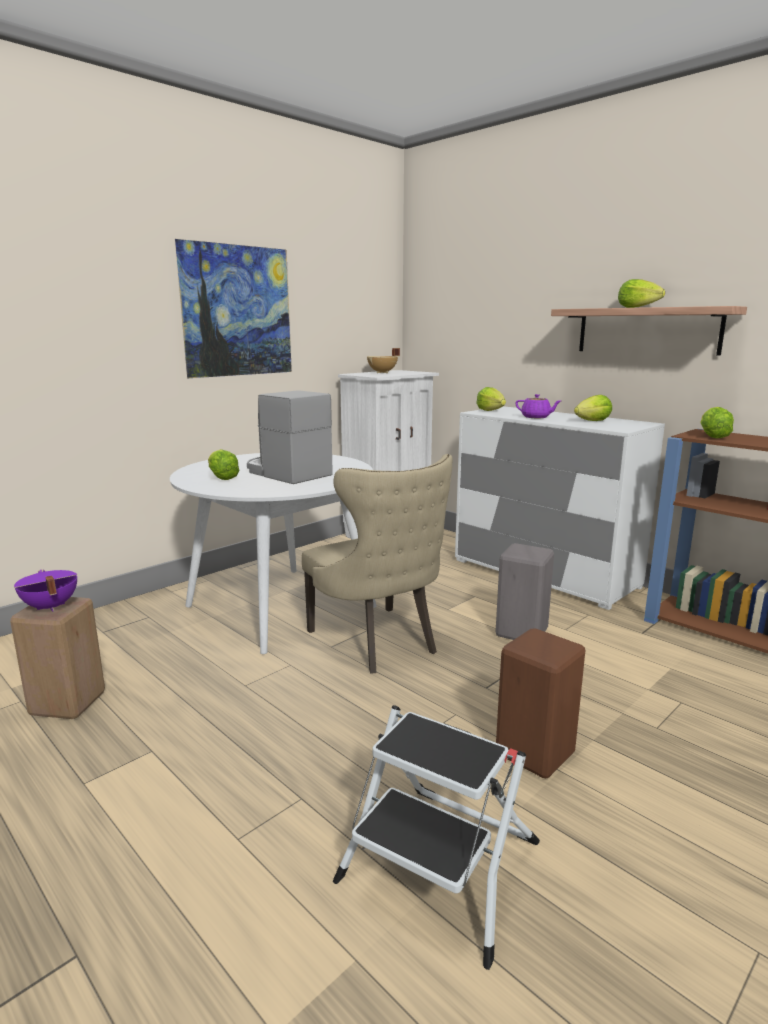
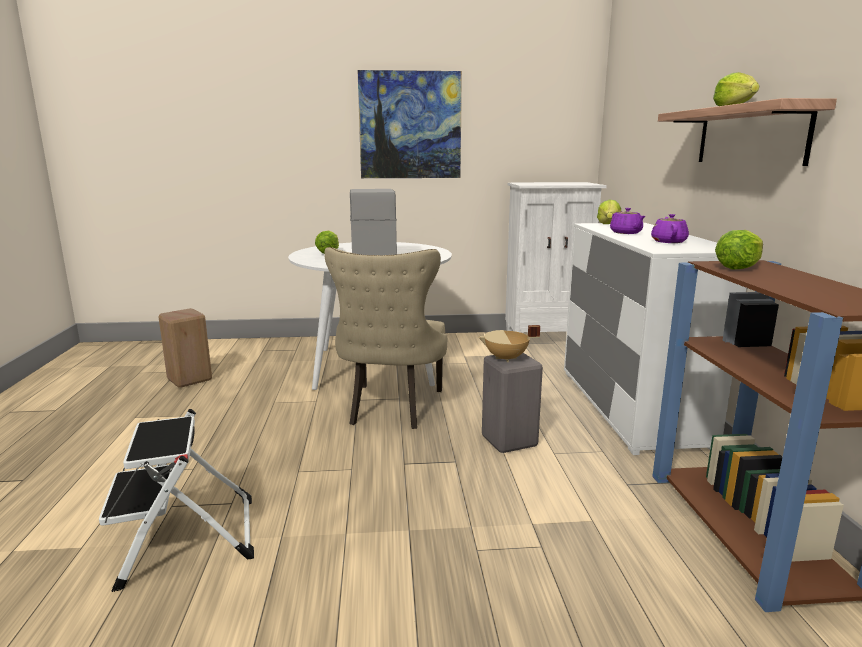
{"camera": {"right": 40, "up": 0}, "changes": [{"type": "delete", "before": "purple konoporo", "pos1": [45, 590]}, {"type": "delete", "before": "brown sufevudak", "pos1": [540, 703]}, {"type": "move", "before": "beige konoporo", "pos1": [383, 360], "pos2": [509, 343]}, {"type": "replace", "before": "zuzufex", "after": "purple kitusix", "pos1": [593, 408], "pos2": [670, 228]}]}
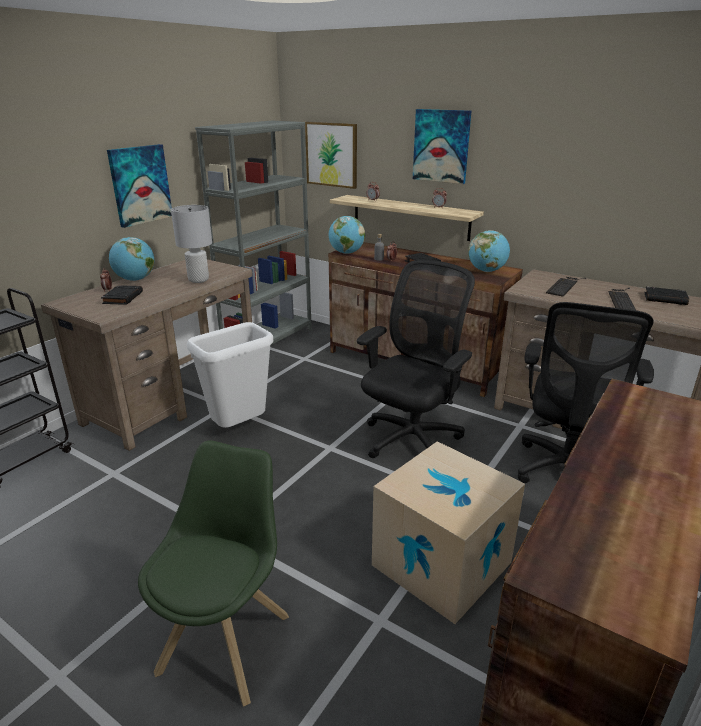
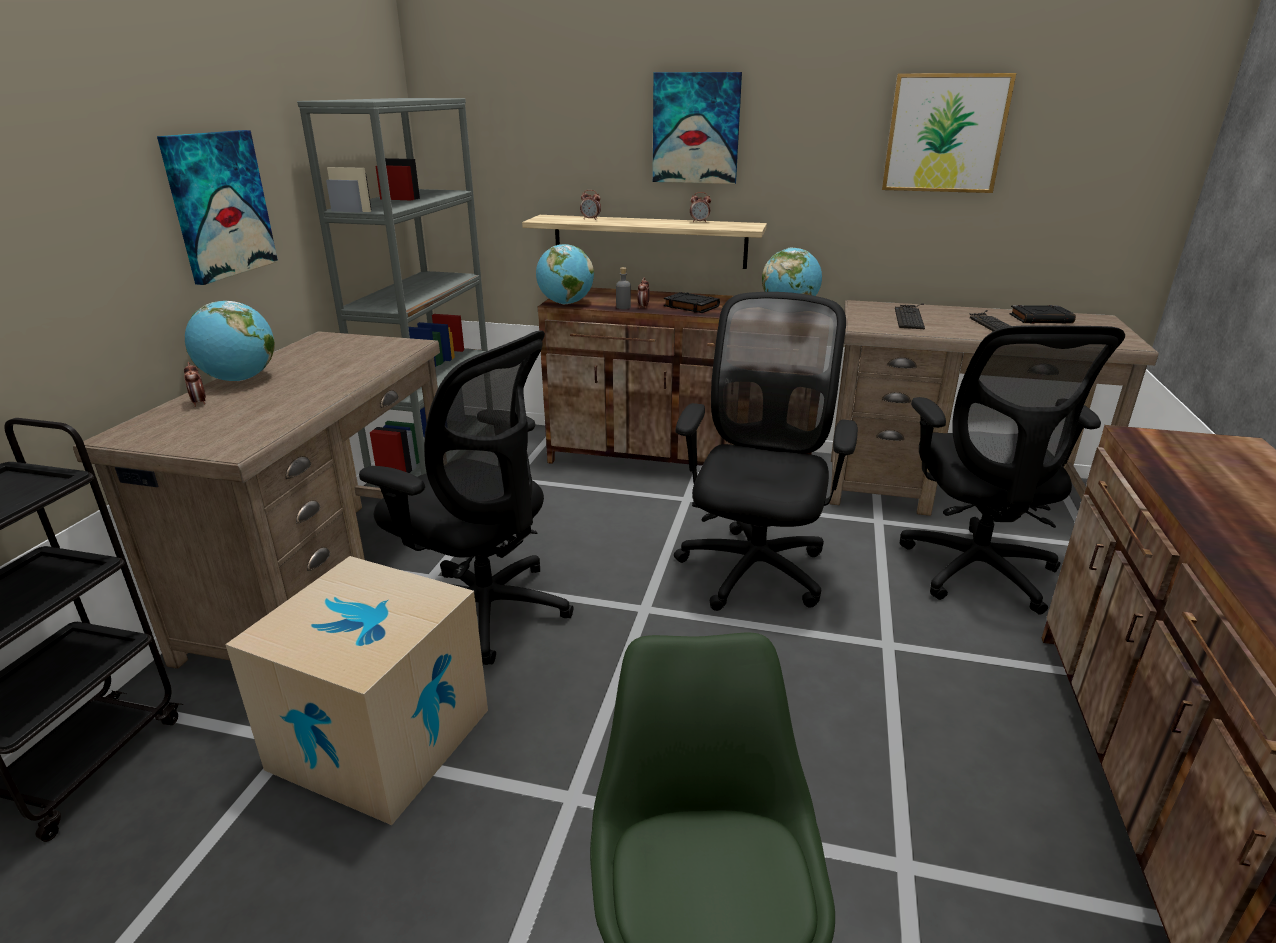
{"camera": {"right": -20, "up": 0}, "changes": [{"type": "delete", "before": "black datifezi", "pos1": [122, 295]}, {"type": "delete", "before": "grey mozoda", "pos1": [191, 244]}, {"type": "move", "before": "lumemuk", "pos1": [331, 155], "pos2": [949, 133]}, {"type": "move", "before": "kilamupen", "pos1": [448, 532], "pos2": [356, 690]}, {"type": "replace", "before": "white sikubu", "after": "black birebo", "pos1": [230, 375], "pos2": [466, 498]}]}
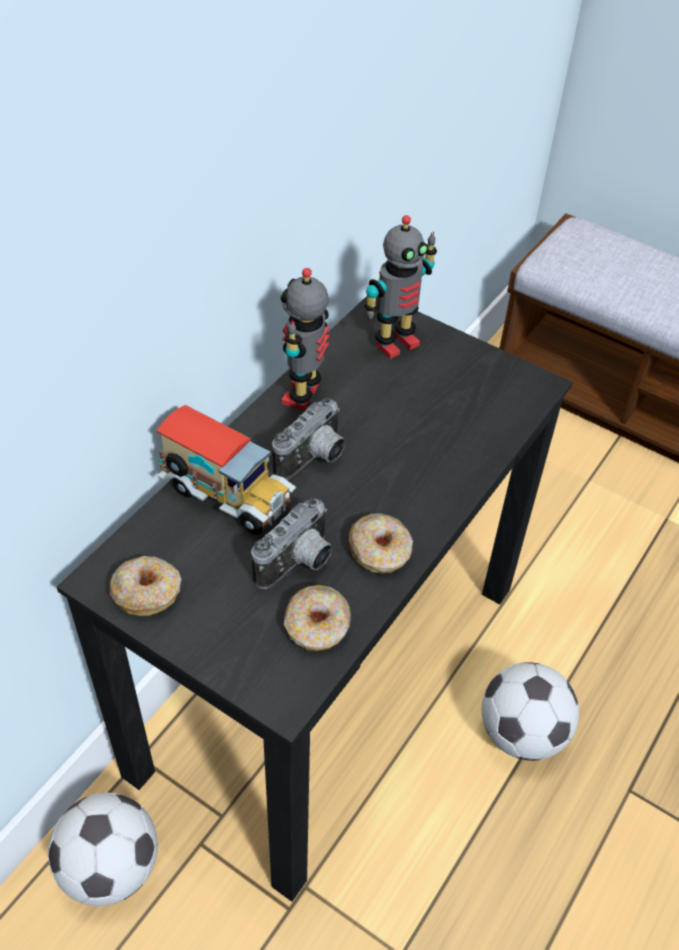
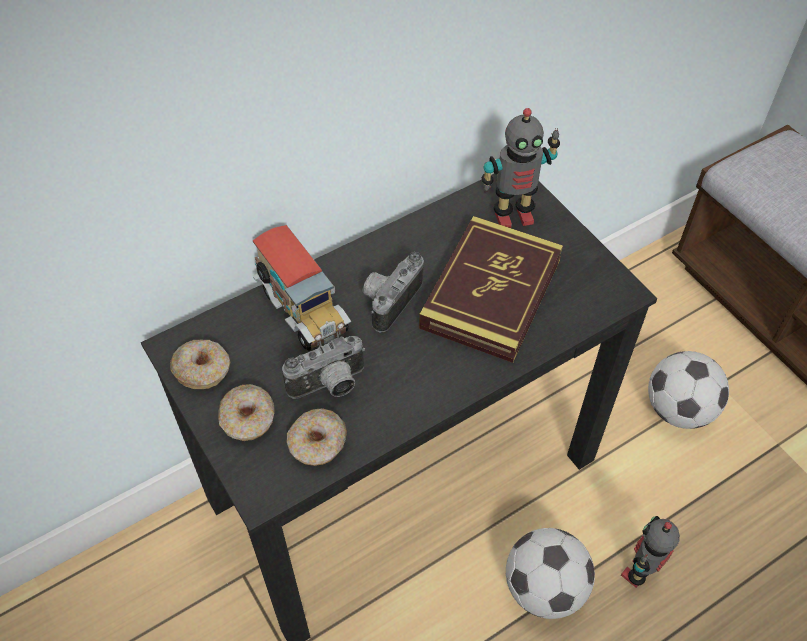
{"camera": {"right": 25, "up": 5}, "changes": [{"type": "insert", "after": "datifezi", "pos2": [491, 289]}, {"type": "move", "before": "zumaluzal", "pos1": [103, 849], "pos2": [688, 390]}, {"type": "move", "before": "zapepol", "pos1": [305, 339], "pos2": [650, 552]}, {"type": "move", "before": "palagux", "pos1": [381, 543], "pos2": [246, 412]}, {"type": "rotate", "before": "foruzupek", "pos1": [308, 439], "pos2": [393, 292], "turn": 150}]}
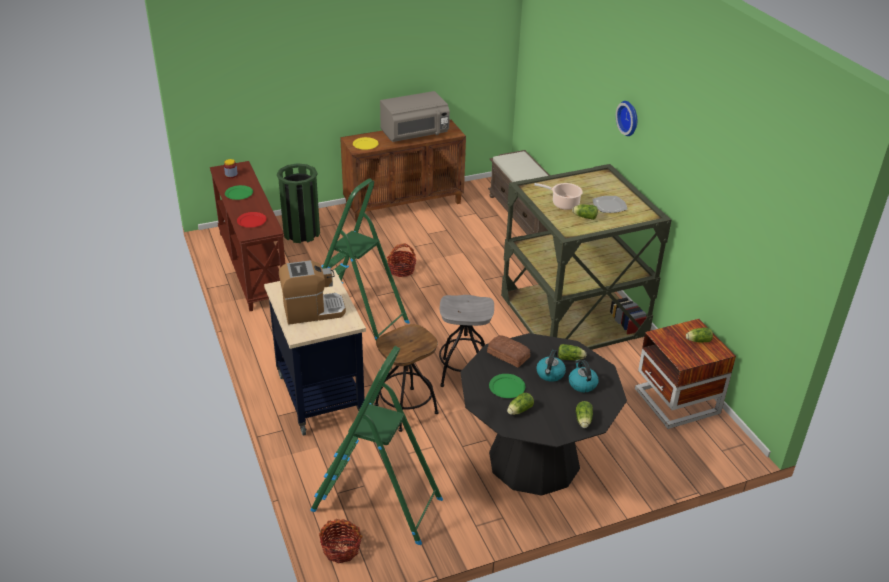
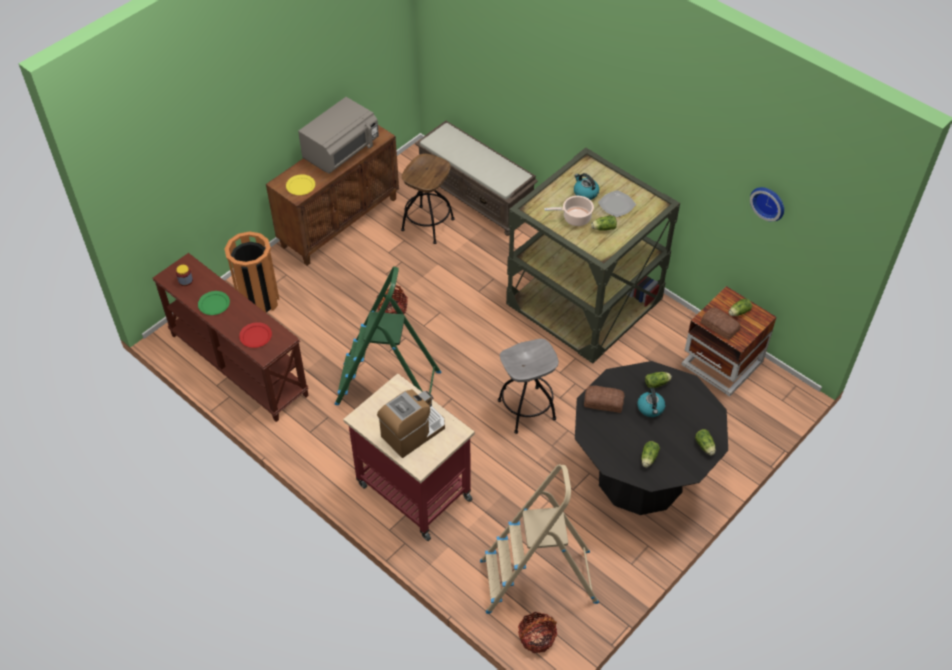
{"camera": {"right": -25, "up": 15}, "changes": [{"type": "delete", "before": "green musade", "pos1": [507, 386]}, {"type": "insert", "after": "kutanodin", "pos2": [720, 323]}, {"type": "move", "before": "brown sufevudak", "pos1": [407, 378], "pos2": [428, 199]}, {"type": "move", "before": "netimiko", "pos1": [583, 376], "pos2": [586, 186]}, {"type": "move", "before": "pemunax", "pos1": [626, 118], "pos2": [767, 204]}, {"type": "recolor", "before": "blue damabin", "after": "red damabin", "pos1": [315, 353], "pos2": [409, 457]}, {"type": "recolor", "before": "green sikubu", "after": "orange sikubu", "pos1": [298, 203], "pos2": [251, 272]}, {"type": "recolor", "before": "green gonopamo", "after": "beige gonopamo", "pos1": [376, 445], "pos2": [539, 539]}]}
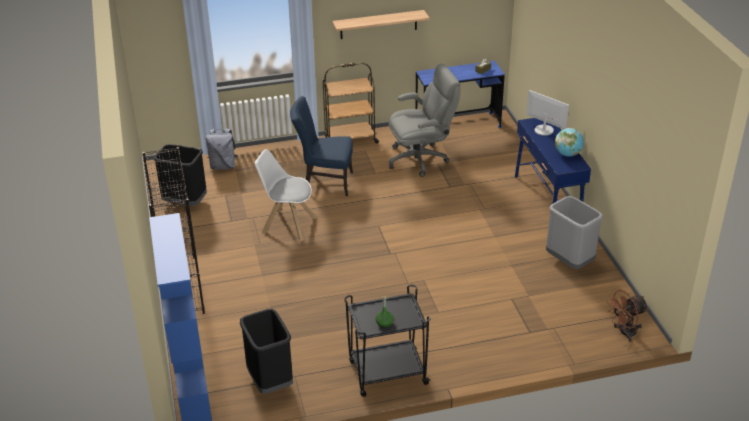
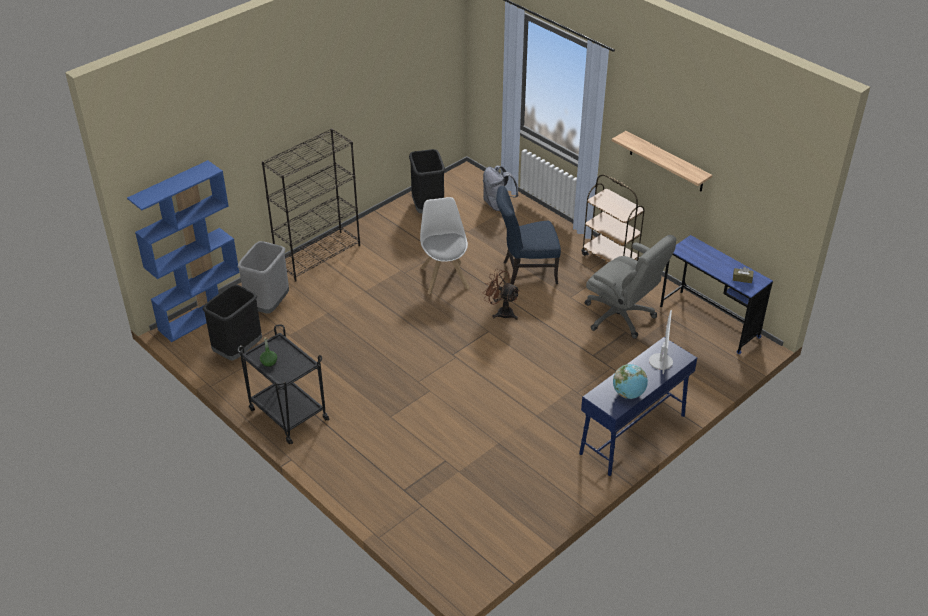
{"camera": {"right": 60, "up": 5}, "changes": [{"type": "move", "before": "grey sikubu", "pos1": [574, 232], "pos2": [263, 277]}, {"type": "move", "before": "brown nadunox", "pos1": [627, 316], "pos2": [501, 294]}, {"type": "rotate", "before": "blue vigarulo", "pos1": [321, 146], "pos2": [528, 235], "turn": -75}]}
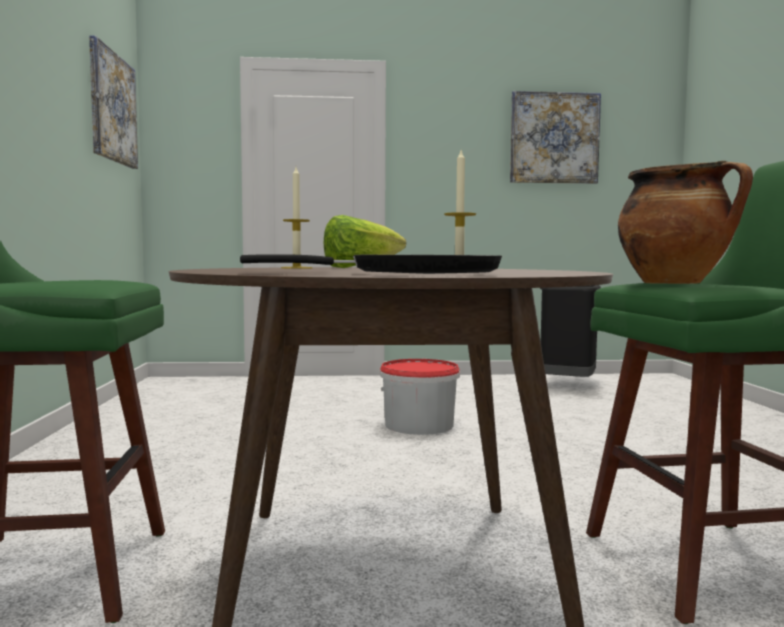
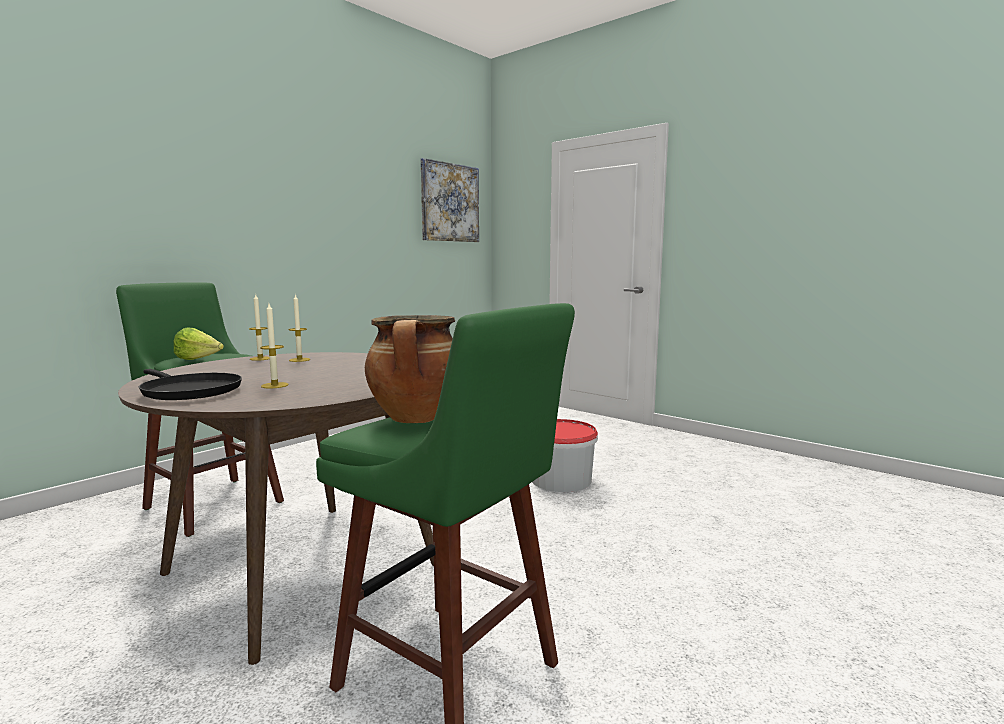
{"camera": {"right": 45, "up": 5}, "changes": [{"type": "delete", "before": "lumemuk", "pos1": [555, 137]}, {"type": "delete", "before": "black sikubu", "pos1": [570, 331]}, {"type": "insert", "after": "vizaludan", "pos2": [259, 327]}, {"type": "move", "before": "zuzufex", "pos1": [365, 241], "pos2": [199, 343]}]}
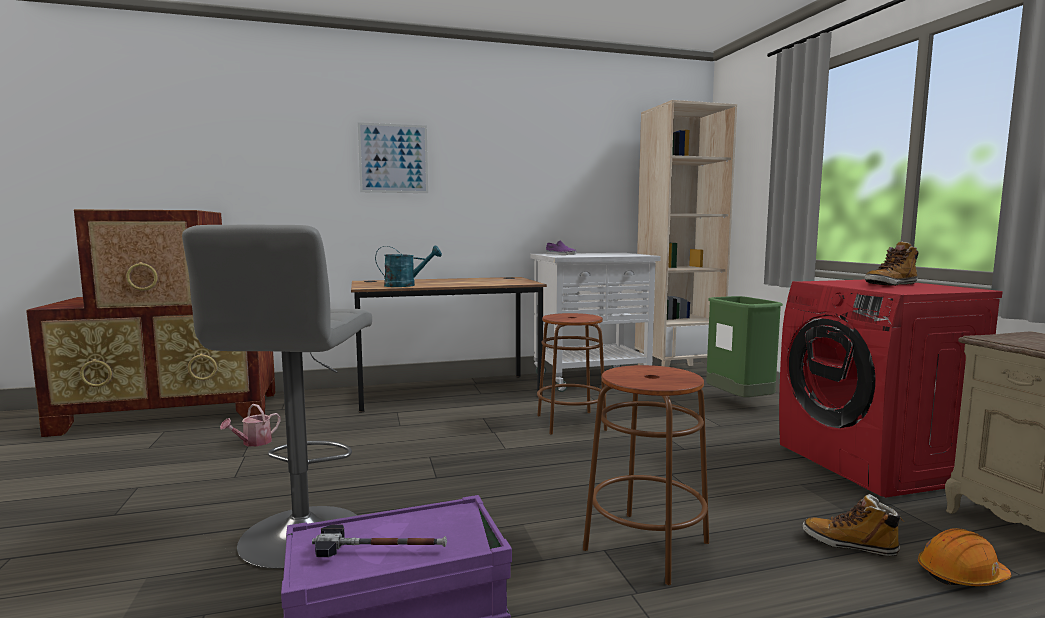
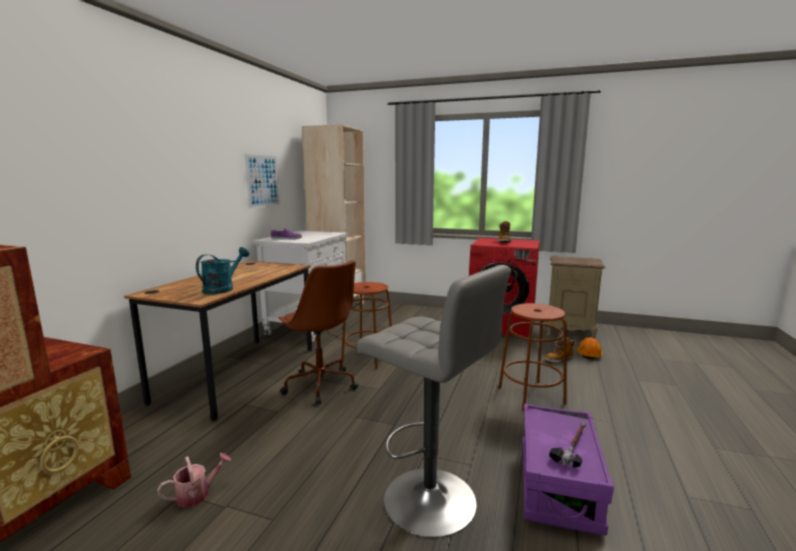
{"camera": {"right": -55, "up": 5}, "changes": [{"type": "delete", "before": "green sikubu", "pos1": [744, 346]}, {"type": "insert", "after": "brown birebo", "pos2": [318, 333]}, {"type": "move", "before": "lumemuk", "pos1": [393, 157], "pos2": [262, 181]}, {"type": "rotate", "before": "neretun", "pos1": [250, 425], "pos2": [194, 480], "turn": -105}]}
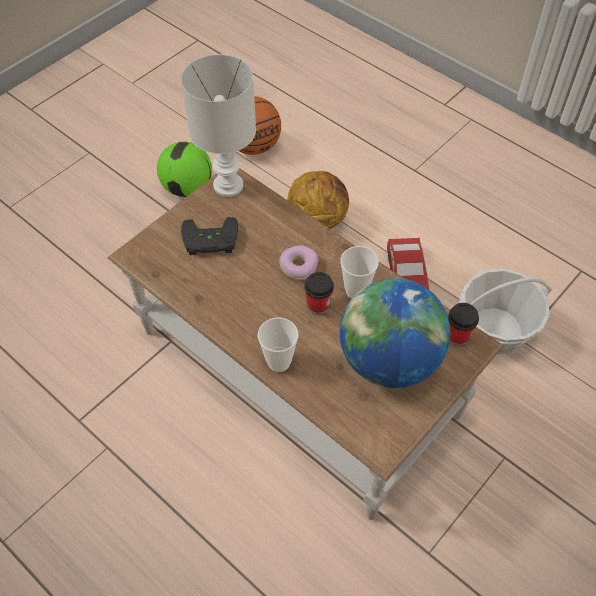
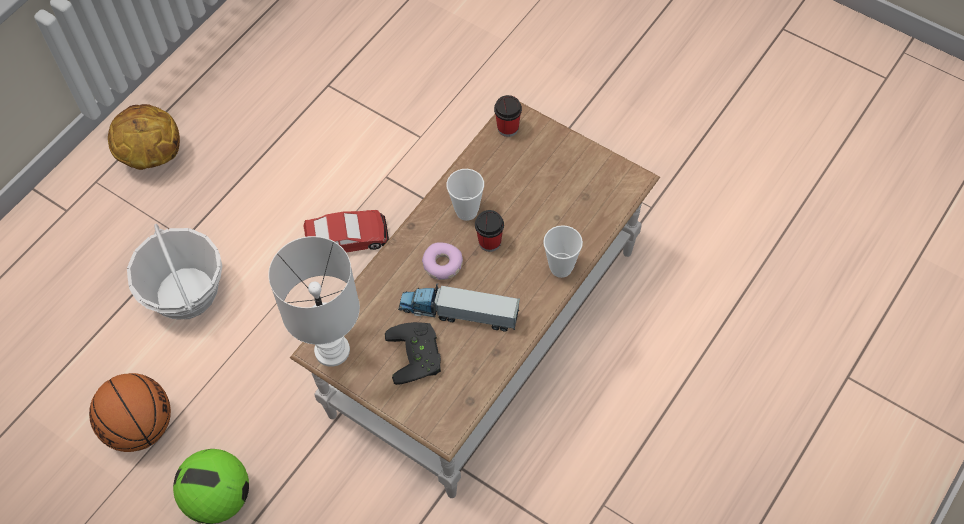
{"camera": {"right": -95, "up": 5}, "changes": [{"type": "delete", "before": "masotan", "pos1": [395, 333]}, {"type": "insert", "after": "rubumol", "pos2": [459, 307]}, {"type": "move", "before": "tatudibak", "pos1": [318, 200], "pos2": [144, 137]}, {"type": "move", "before": "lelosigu", "pos1": [506, 311], "pos2": [174, 271]}]}
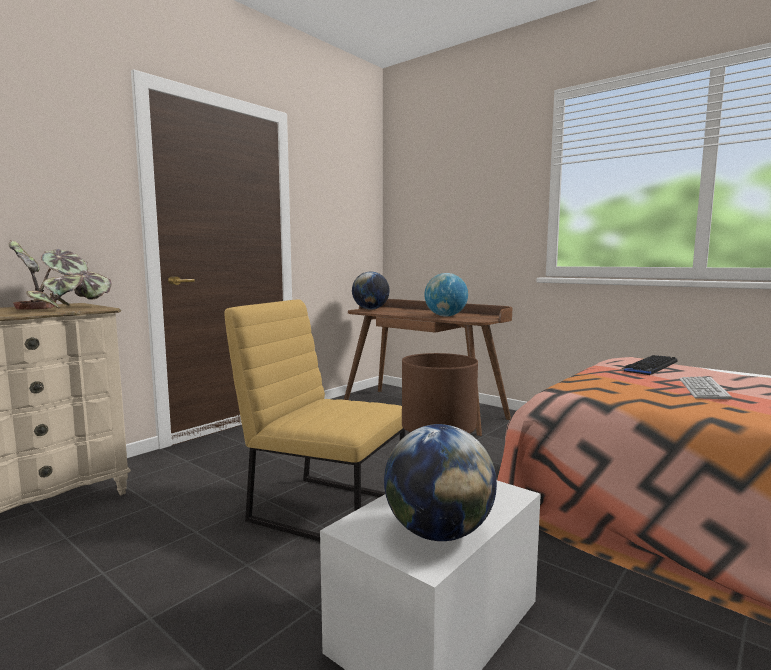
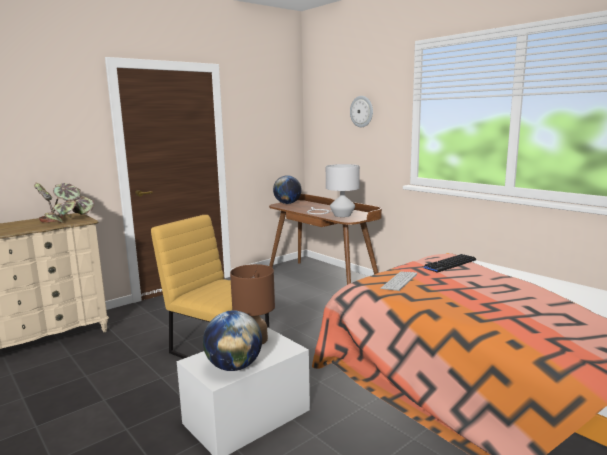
{"camera": {"right": 10, "up": 5}, "changes": [{"type": "insert", "after": "pemunax", "pos2": [361, 111]}, {"type": "move", "before": "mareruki", "pos1": [705, 388], "pos2": [398, 281]}, {"type": "replace", "before": "masotan", "after": "grey mozoda", "pos1": [446, 294], "pos2": [333, 190]}]}
